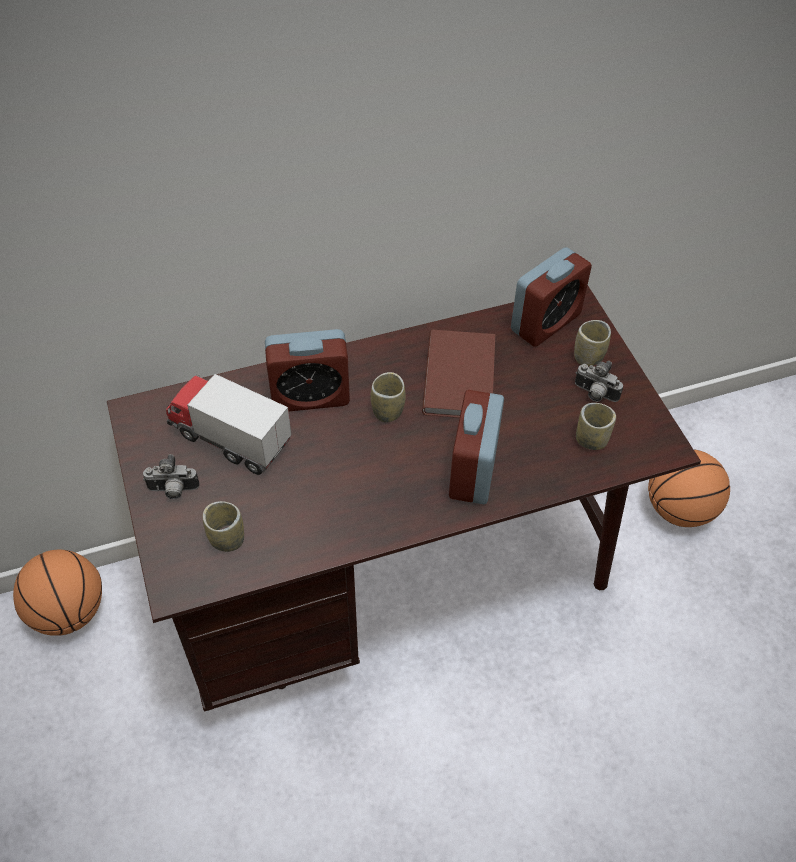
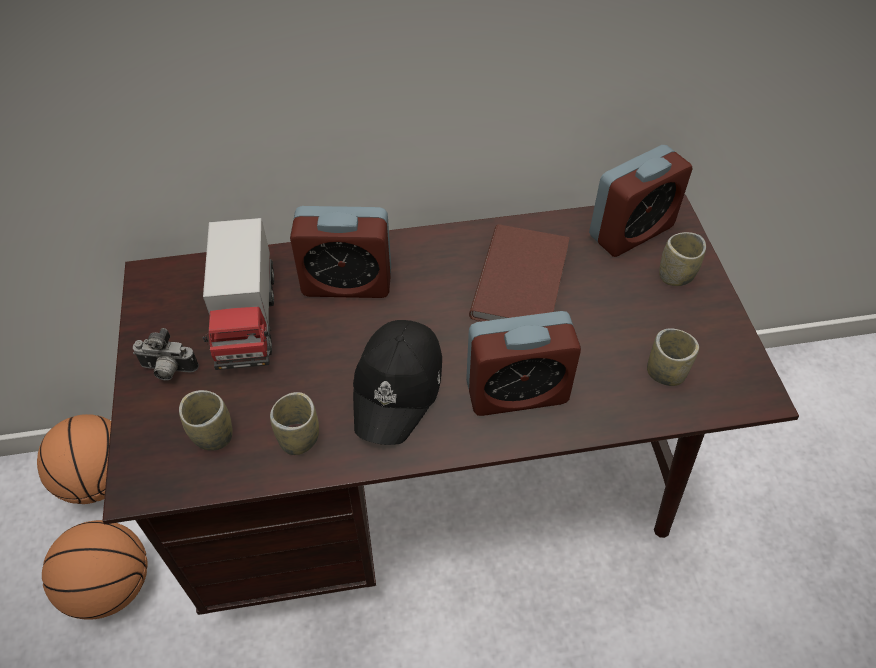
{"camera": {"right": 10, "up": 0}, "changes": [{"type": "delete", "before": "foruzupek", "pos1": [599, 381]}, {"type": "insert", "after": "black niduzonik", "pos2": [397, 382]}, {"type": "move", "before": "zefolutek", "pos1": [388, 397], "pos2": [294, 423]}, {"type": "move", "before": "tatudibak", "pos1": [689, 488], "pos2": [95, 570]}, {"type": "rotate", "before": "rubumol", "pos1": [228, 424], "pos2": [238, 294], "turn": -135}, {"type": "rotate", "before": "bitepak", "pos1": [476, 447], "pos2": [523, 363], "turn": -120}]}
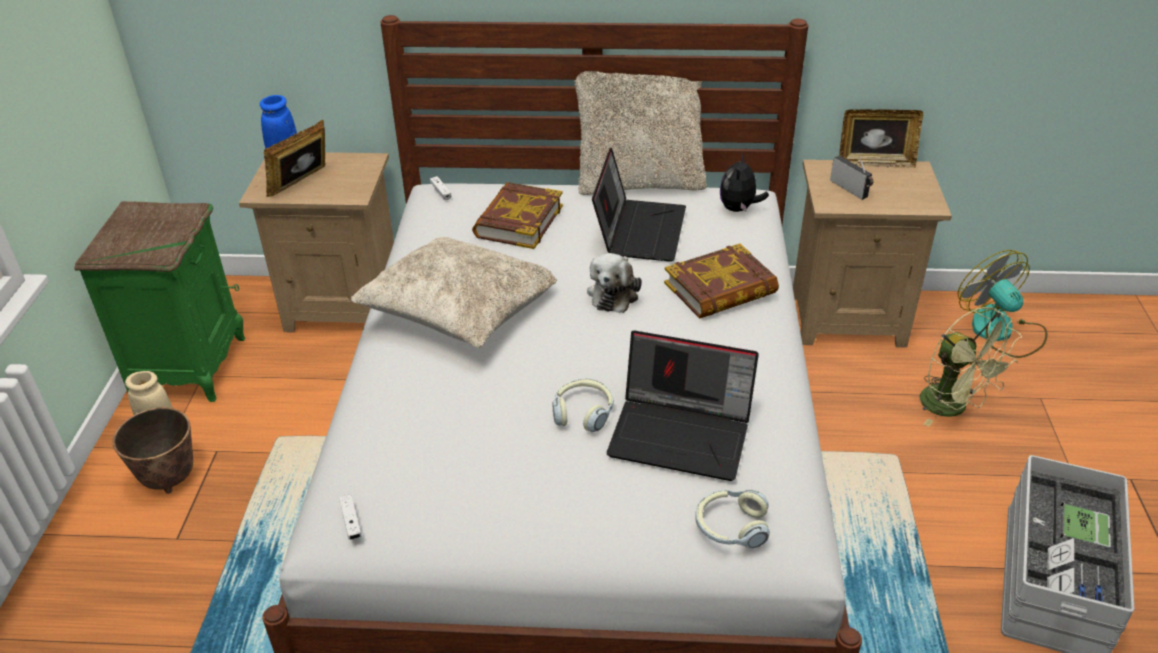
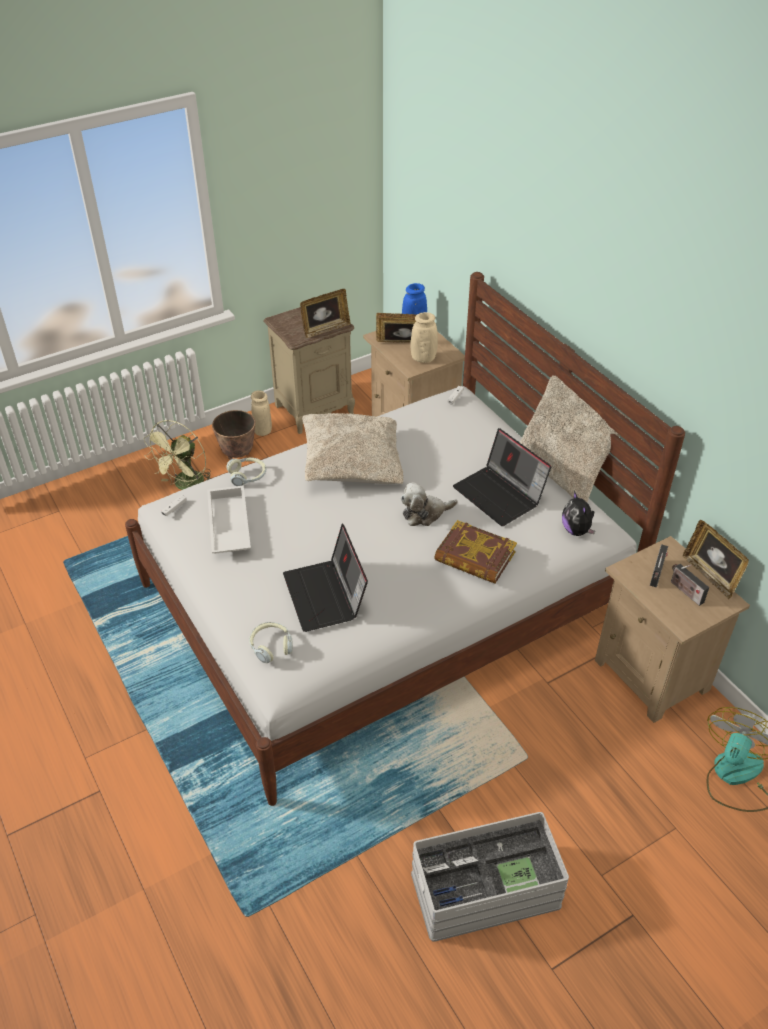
{"camera": {"right": 55, "up": 5}, "changes": [{"type": "delete", "before": "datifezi", "pos1": [517, 215]}, {"type": "insert", "after": "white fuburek", "pos2": [229, 519]}, {"type": "insert", "after": "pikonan", "pos2": [325, 313]}, {"type": "insert", "after": "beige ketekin", "pos2": [424, 337]}, {"type": "insert", "after": "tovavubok", "pos2": [690, 585]}, {"type": "move", "before": "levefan", "pos1": [583, 405], "pos2": [246, 471]}, {"type": "move", "before": "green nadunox", "pos1": [971, 366], "pos2": [178, 455]}, {"type": "recolor", "before": "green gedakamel", "after": "beige gedakamel", "pos1": [159, 301], "pos2": [309, 370]}, {"type": "rotate", "before": "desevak", "pos1": [639, 204], "pos2": [502, 477], "turn": 75}, {"type": "rotate", "before": "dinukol", "pos1": [744, 182], "pos2": [578, 513], "turn": -90}]}
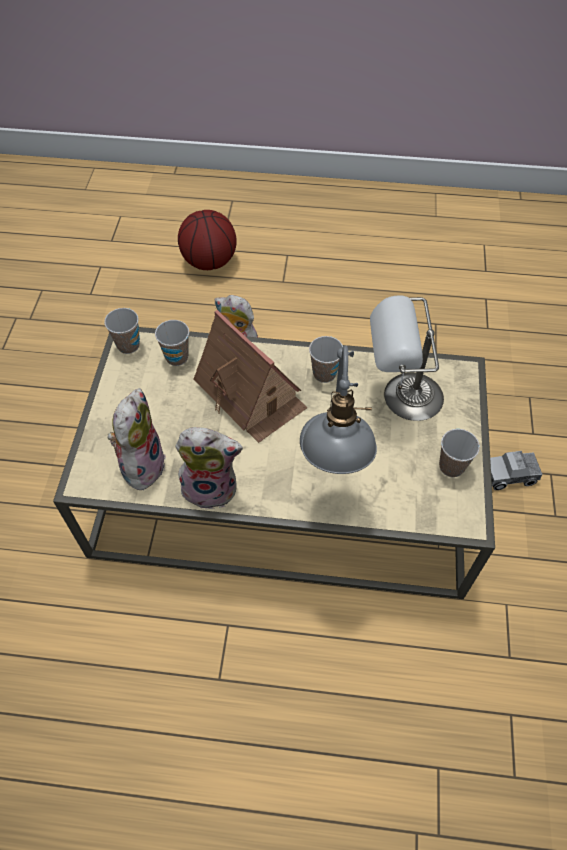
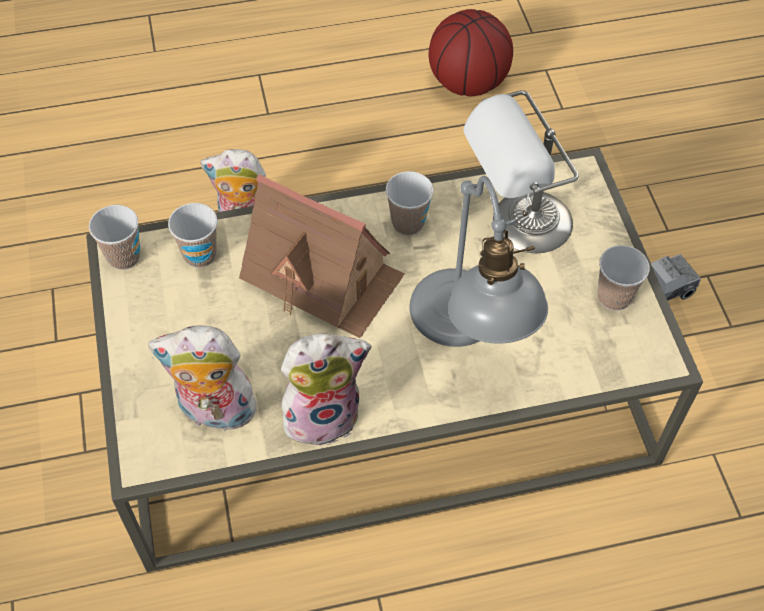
{"camera": {"right": -20, "up": 0}, "changes": [{"type": "move", "before": "tatudibak", "pos1": [207, 240], "pos2": [471, 52]}, {"type": "rotate", "before": "dinukol", "pos1": [137, 439], "pos2": [204, 381], "turn": -75}]}
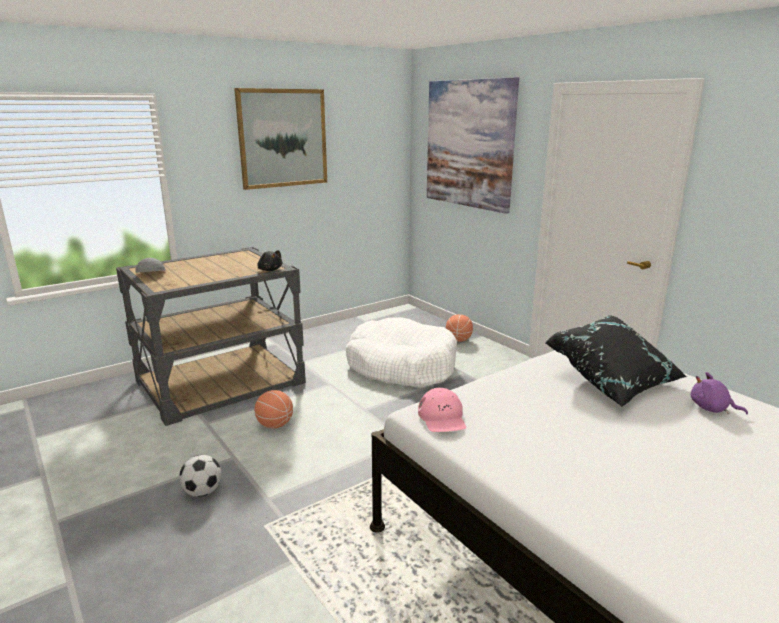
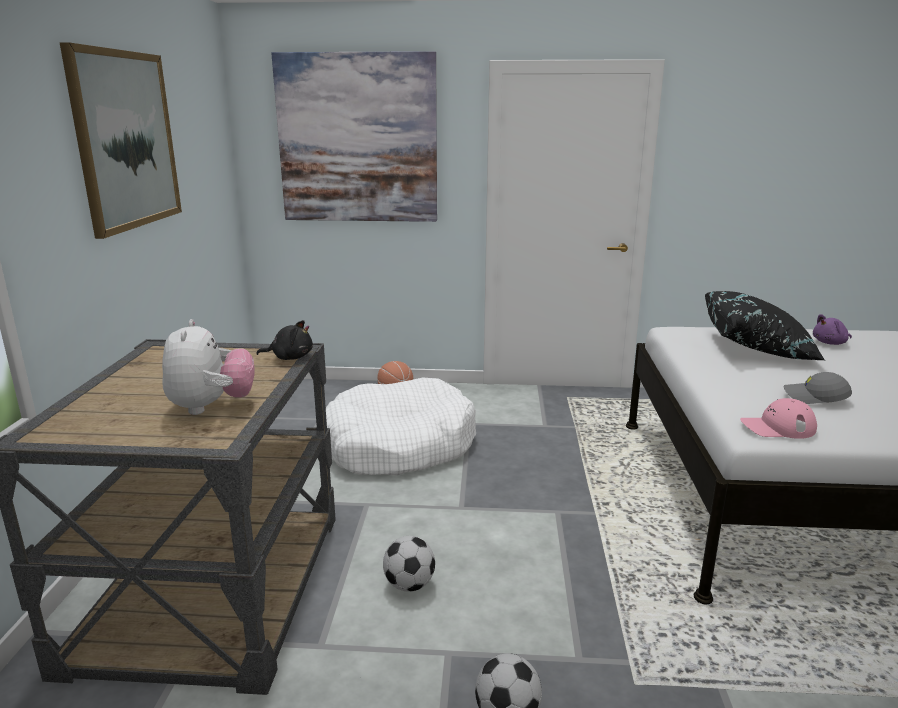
{"camera": {"right": -50, "up": 0}, "changes": [{"type": "insert", "after": "dinukol", "pos2": [208, 367]}, {"type": "move", "before": "grey niduzonik", "pos1": [150, 265], "pos2": [818, 388]}, {"type": "replace", "before": "tatudibak", "after": "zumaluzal", "pos1": [273, 409], "pos2": [409, 564]}, {"type": "rotate", "before": "pink niduzonik", "pos1": [442, 410], "pos2": [778, 418], "turn": 150}]}
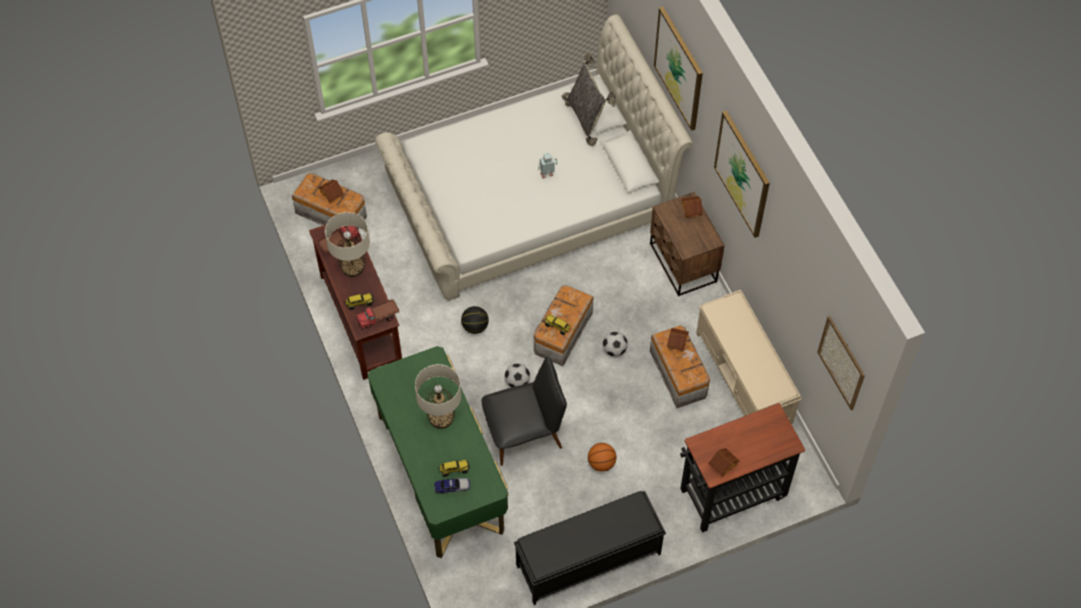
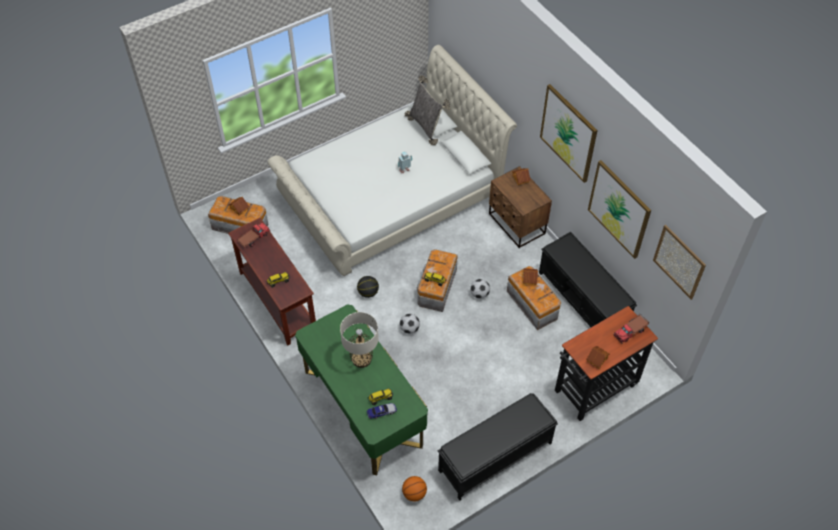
{"camera": {"right": -10, "up": -5}, "changes": [{"type": "delete", "before": "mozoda", "pos1": [347, 244]}, {"type": "delete", "before": "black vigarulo", "pos1": [524, 411]}, {"type": "move", "before": "rubumol", "pos1": [377, 314], "pos2": [631, 329]}, {"type": "move", "before": "tatudibak", "pos1": [602, 457], "pos2": [414, 488]}, {"type": "move", "before": "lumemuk", "pos1": [678, 68], "pos2": [619, 209]}, {"type": "recolor", "before": "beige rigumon", "after": "black rigumon", "pos1": [749, 357], "pos2": [588, 279]}]}
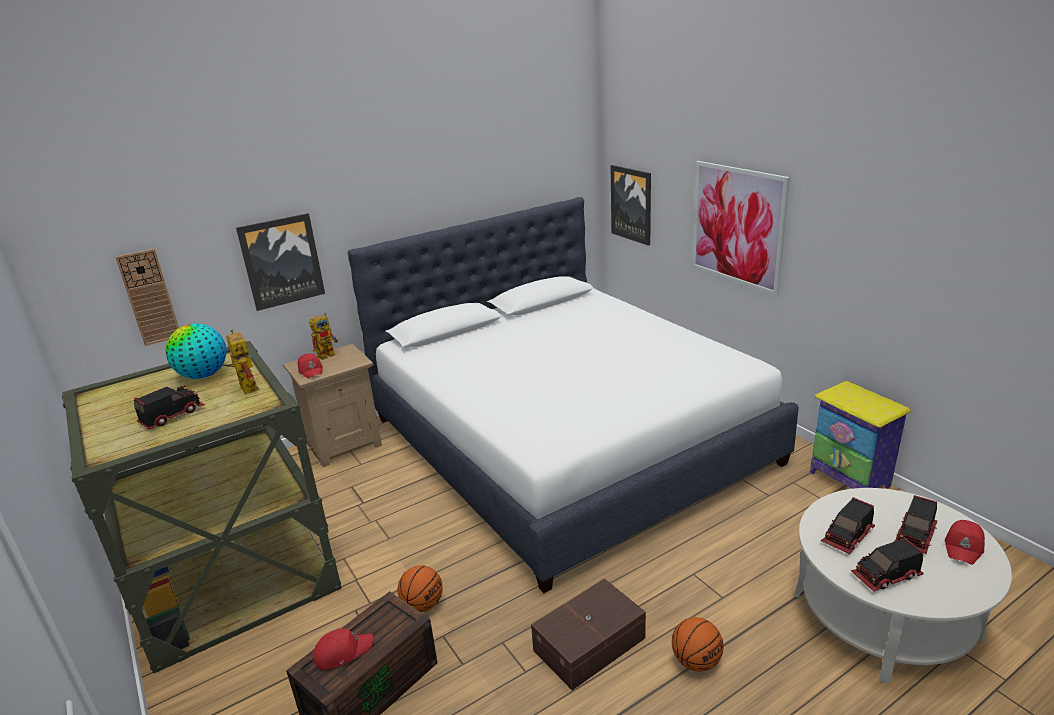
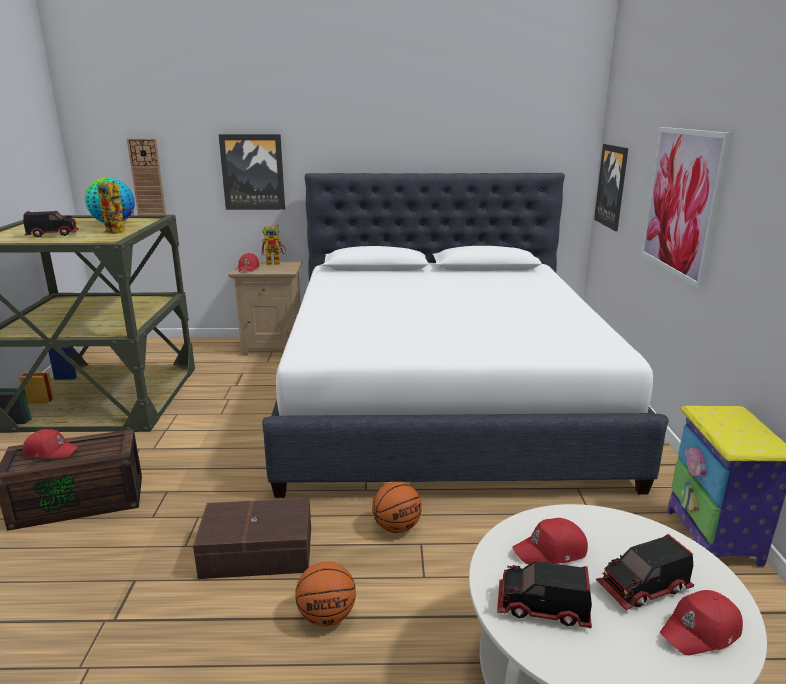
{"camera": {"right": 30, "up": -5}, "changes": [{"type": "move", "before": "tatudibak", "pos1": [420, 588], "pos2": [397, 507]}, {"type": "replace", "before": "rubumol", "after": "red niduzonik", "pos1": [848, 525], "pos2": [550, 541]}, {"type": "rotate", "before": "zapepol", "pos1": [241, 362], "pos2": [115, 207], "turn": 120}]}
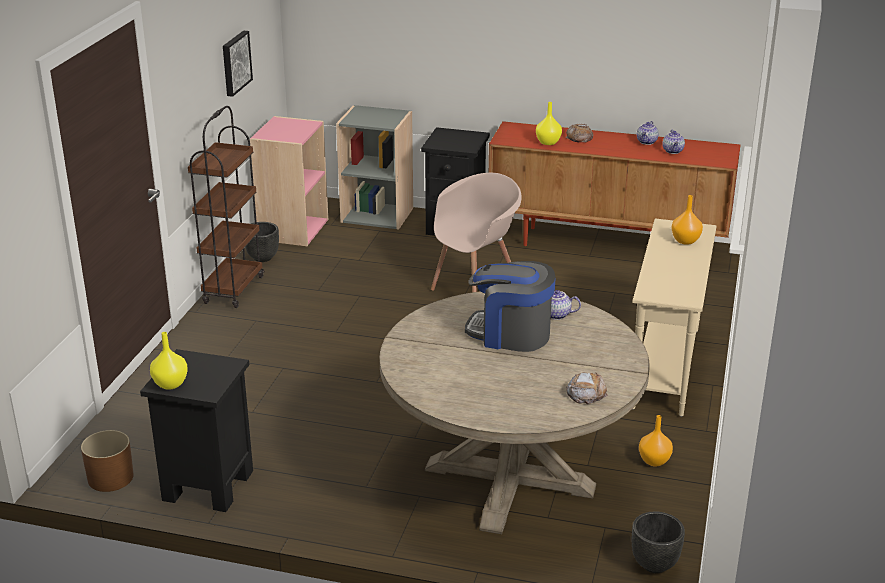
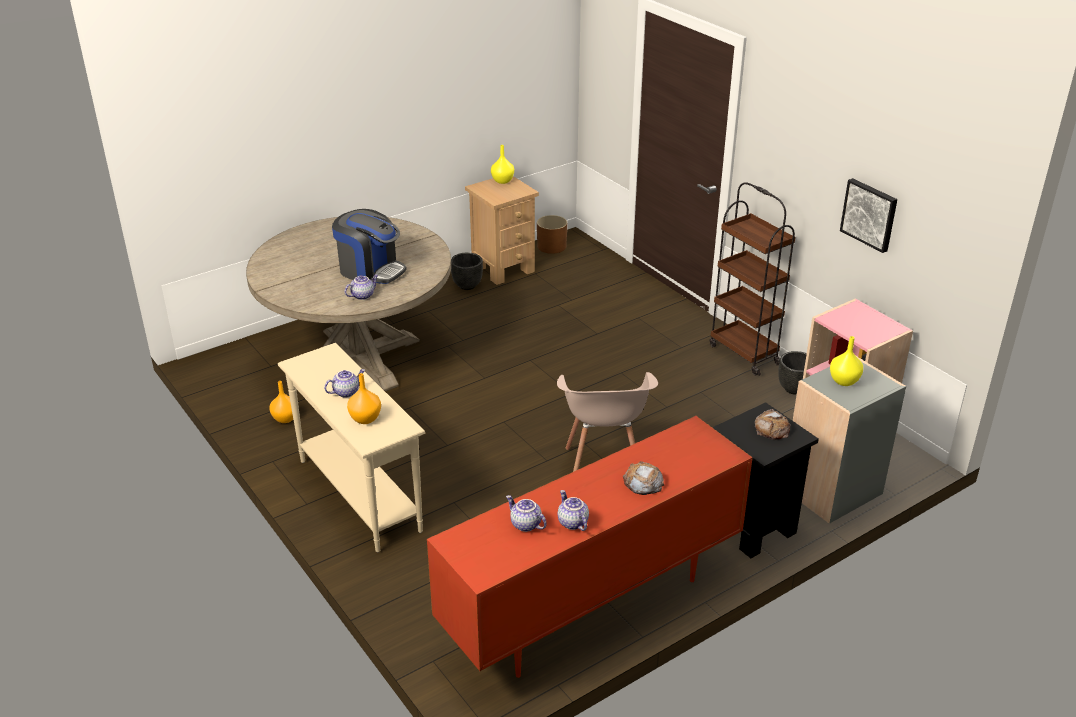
{"camera": {"right": 130, "up": 5}, "changes": [{"type": "insert", "after": "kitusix", "pos2": [344, 383]}, {"type": "move", "before": "yellow ketekin", "pos1": [549, 123], "pos2": [846, 361]}, {"type": "move", "before": "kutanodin", "pos1": [587, 388], "pos2": [773, 424]}, {"type": "move", "before": "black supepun", "pos1": [658, 542], "pos2": [467, 271]}, {"type": "recolor", "before": "black gedakamel", "after": "beige gedakamel", "pos1": [196, 430], "pos2": [502, 230]}, {"type": "rotate", "before": "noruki", "pos1": [510, 306], "pos2": [369, 246], "turn": 60}]}
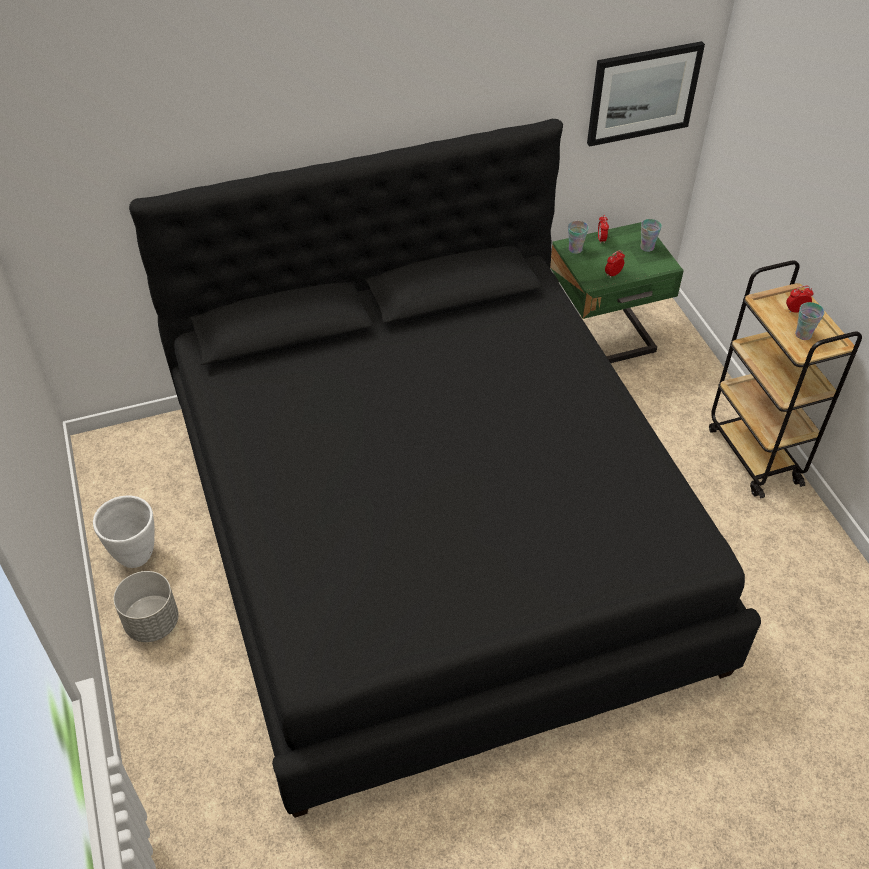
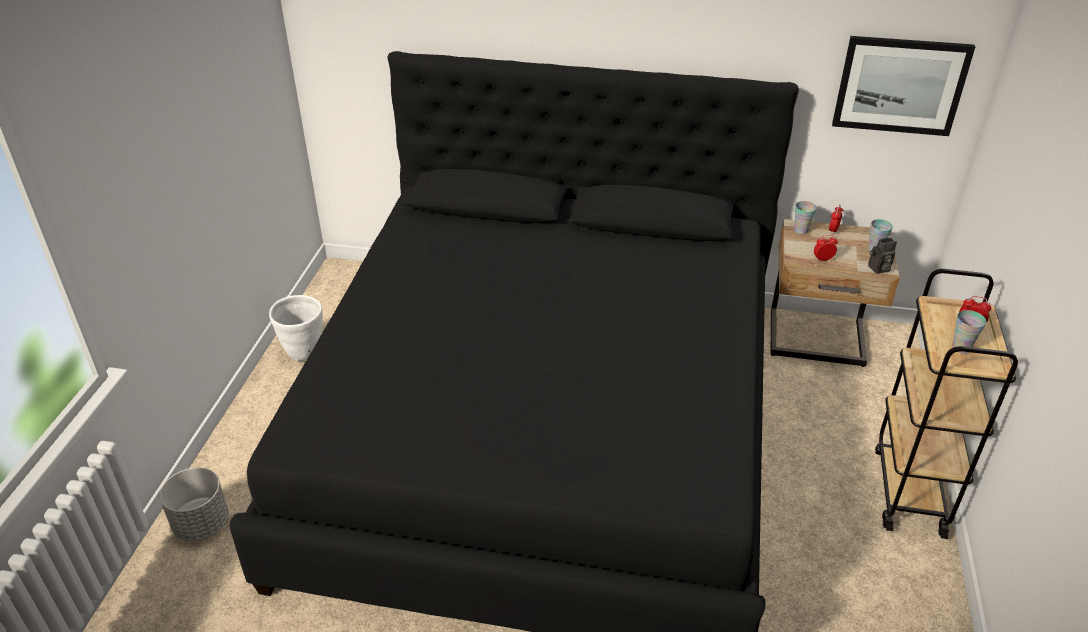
{"camera": {"right": 30, "up": -10}, "changes": [{"type": "insert", "after": "foruzupek", "pos2": [882, 255]}, {"type": "move", "before": "grey supepun", "pos1": [146, 606], "pos2": [194, 504]}, {"type": "recolor", "before": "green gedakamel", "after": "beige gedakamel", "pos1": [617, 292], "pos2": [835, 293]}]}
